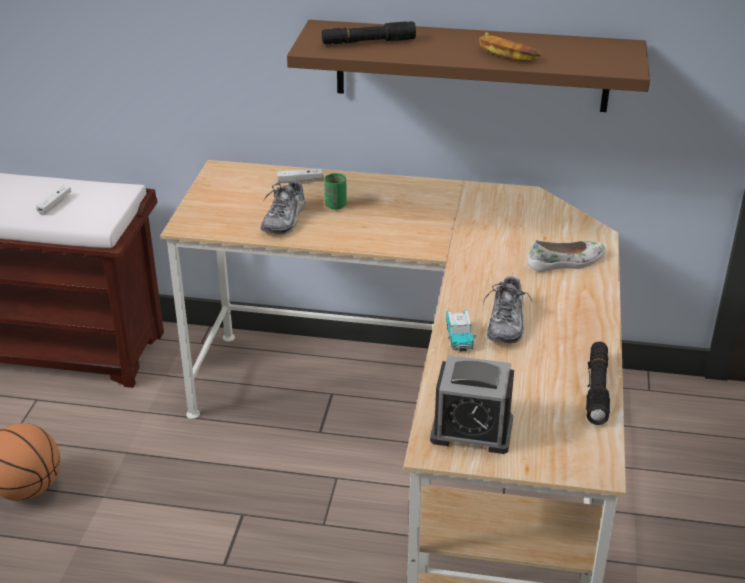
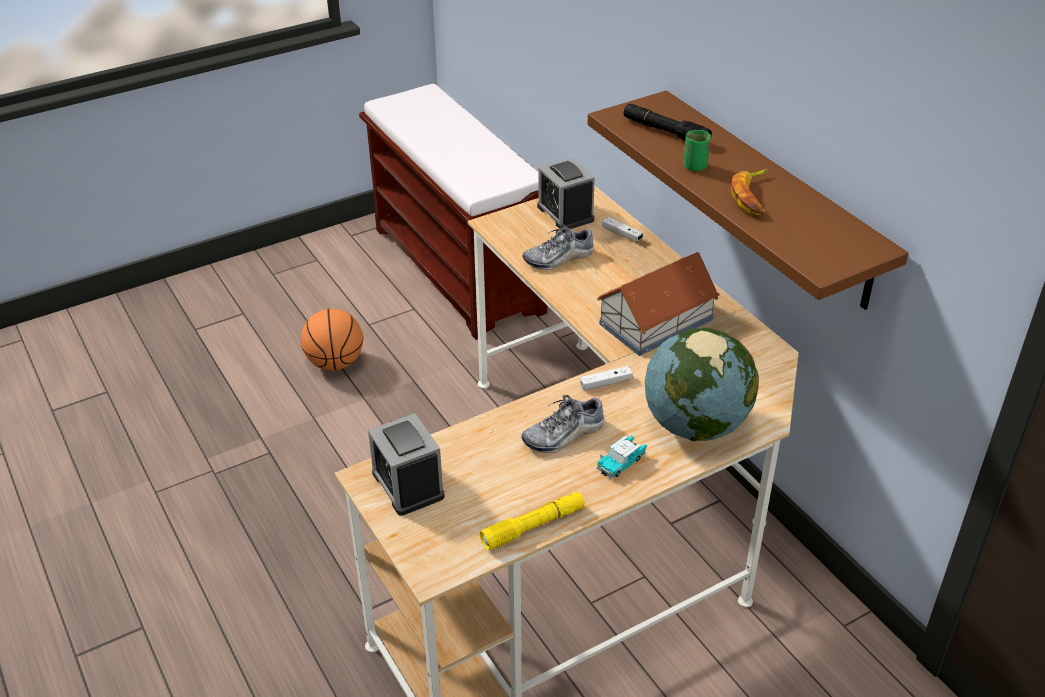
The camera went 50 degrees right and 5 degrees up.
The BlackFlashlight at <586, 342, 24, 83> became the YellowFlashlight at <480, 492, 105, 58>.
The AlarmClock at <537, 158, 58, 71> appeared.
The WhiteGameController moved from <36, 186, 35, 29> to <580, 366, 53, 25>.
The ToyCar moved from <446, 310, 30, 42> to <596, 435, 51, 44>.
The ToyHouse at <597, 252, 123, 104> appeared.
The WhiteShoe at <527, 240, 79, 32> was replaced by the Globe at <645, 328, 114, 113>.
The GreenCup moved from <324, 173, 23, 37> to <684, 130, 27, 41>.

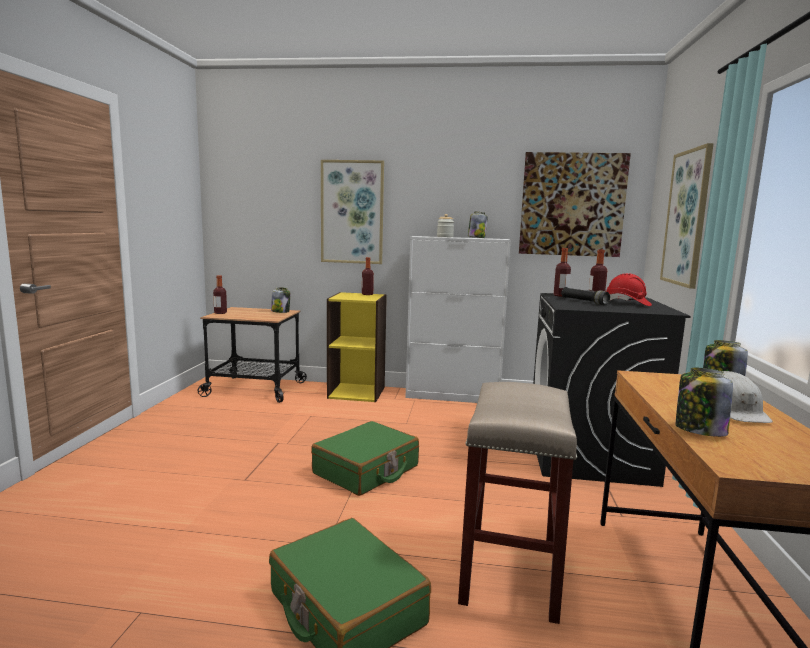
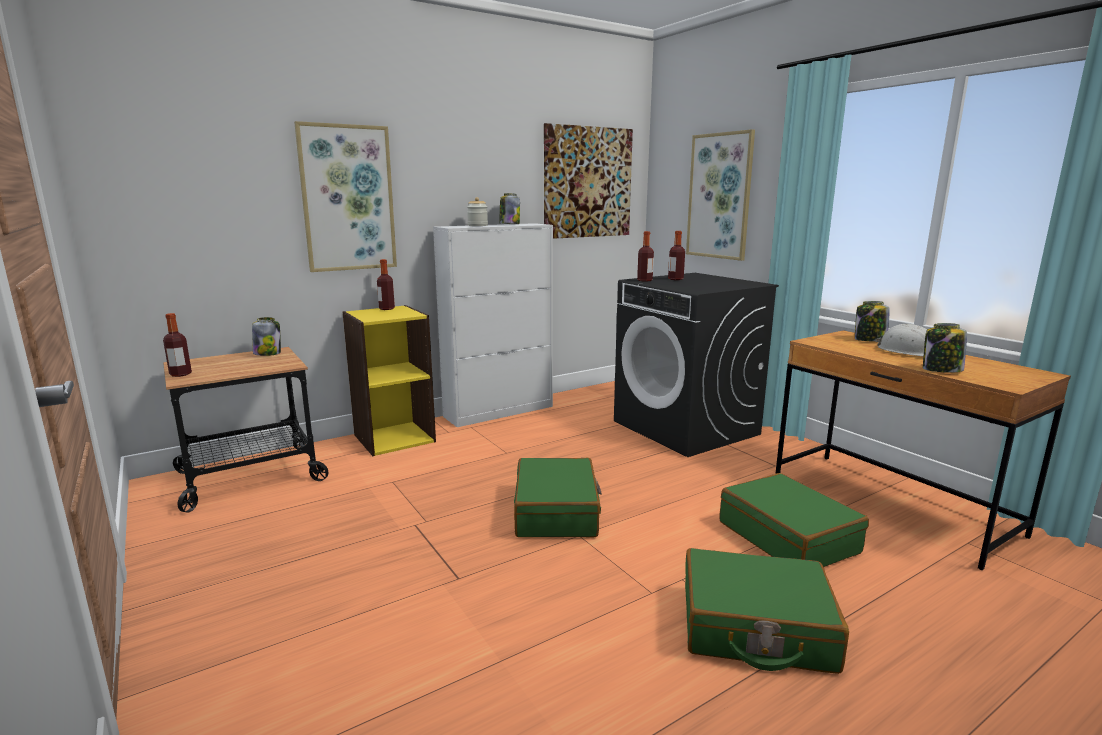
The camera went 40 degrees left and 5 degrees up.
The BeigeStool at <458, 382, 119, 242> was replaced by the GreenSuitcase at <720, 473, 149, 94>.
The BlackFlashlight at <561, 287, 49, 18> disappeared.
The RedHardHat at <606, 273, 46, 33> disappeared.

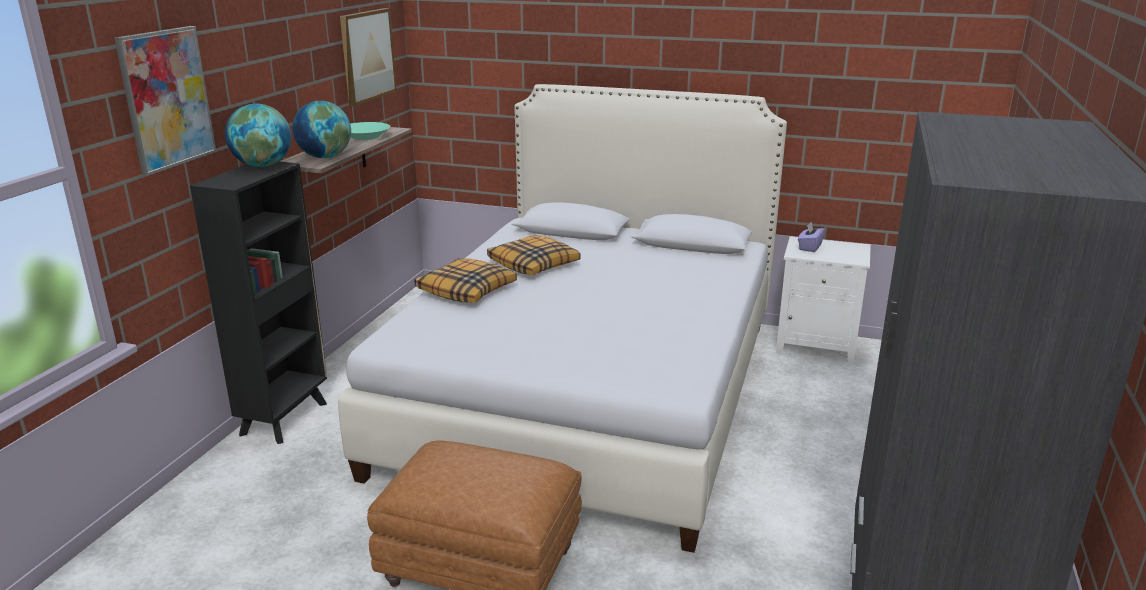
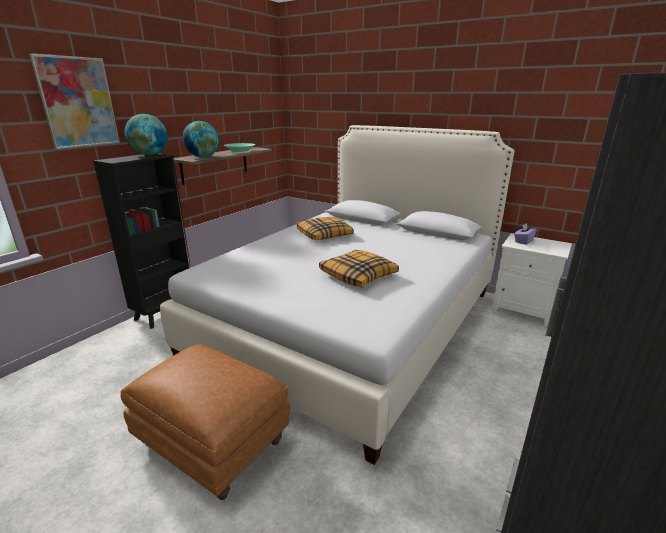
The camera went 15 degrees right and 0 degrees up.
The Pillow moved from <414, 258, 103, 45> to <319, 250, 80, 37>.
The Picture at <340, 8, 57, 98> disappeared.

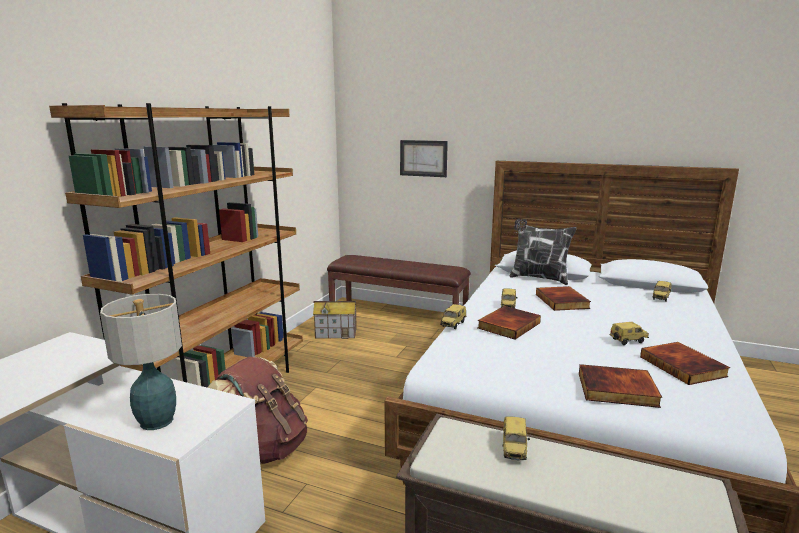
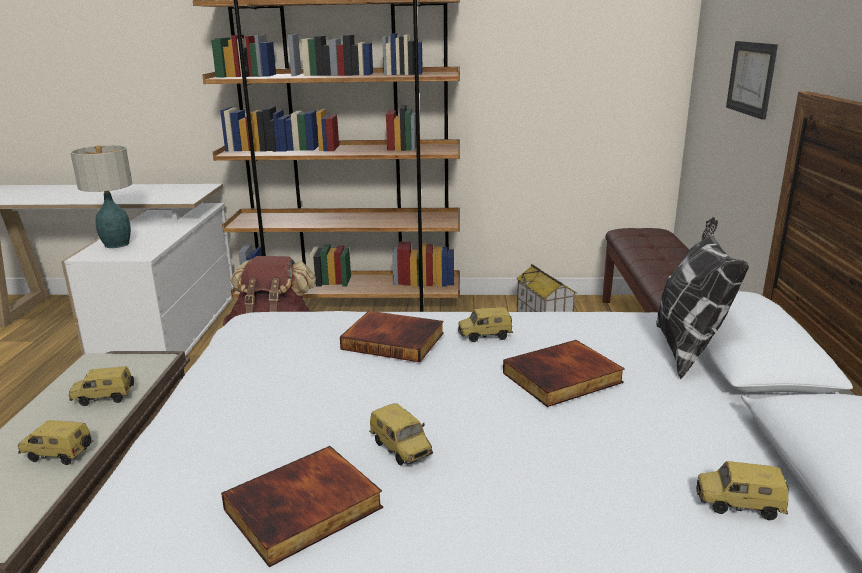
The camera went 70 degrees right and 5 degrees up.
The ToyCar moved from <440, 304, 27, 25> to <18, 420, 75, 45>.
The Book at <579, 364, 83, 44> disappeared.

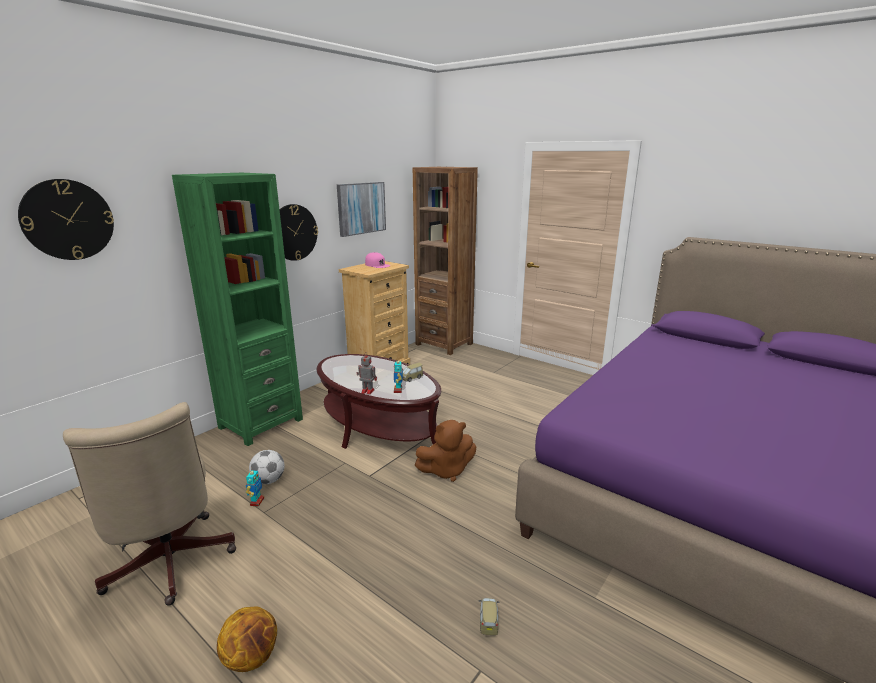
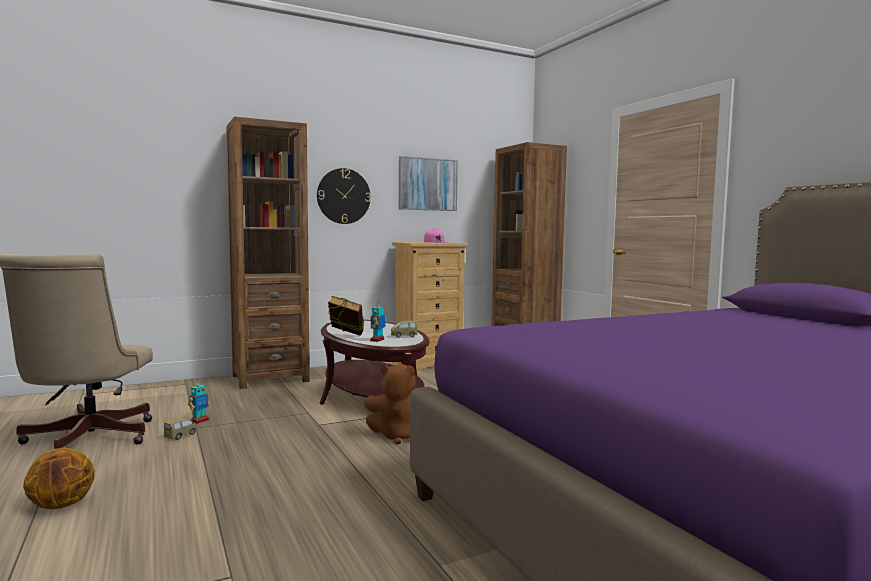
The camera went 25 degrees right and 15 degrees down.
The ToyCar moved from <479, 598, 21, 37> to <164, 417, 33, 23>.
The GreenBookcase at <172, 173, 131, 273> became the BrownBookcase at <226, 116, 84, 273>.
The ToyRobot at <357, 355, 20, 40> was replaced by the Book at <328, 296, 36, 40>.
The WallClock at <18, 179, 96, 81> disappeared.
The Football at <249, 450, 36, 34> disappeared.

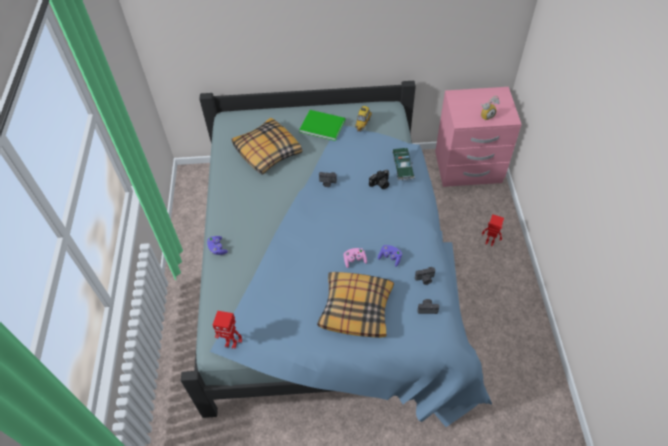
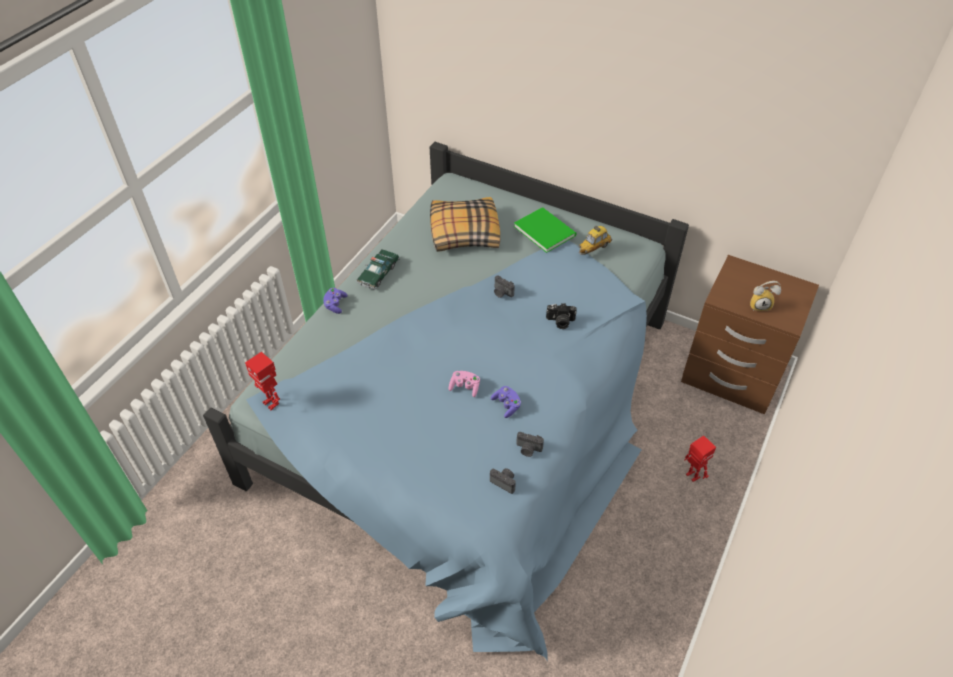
The camera went 30 degrees right and 5 degrees down.
The ToyCar moved from <392, 148, 23, 32> to <357, 249, 43, 41>.
The PinkNightstand at <435, 87, 87, 100> became the BrownNightstand at <681, 255, 138, 159>.
The Pillow at <317, 272, 77, 66> disappeared.

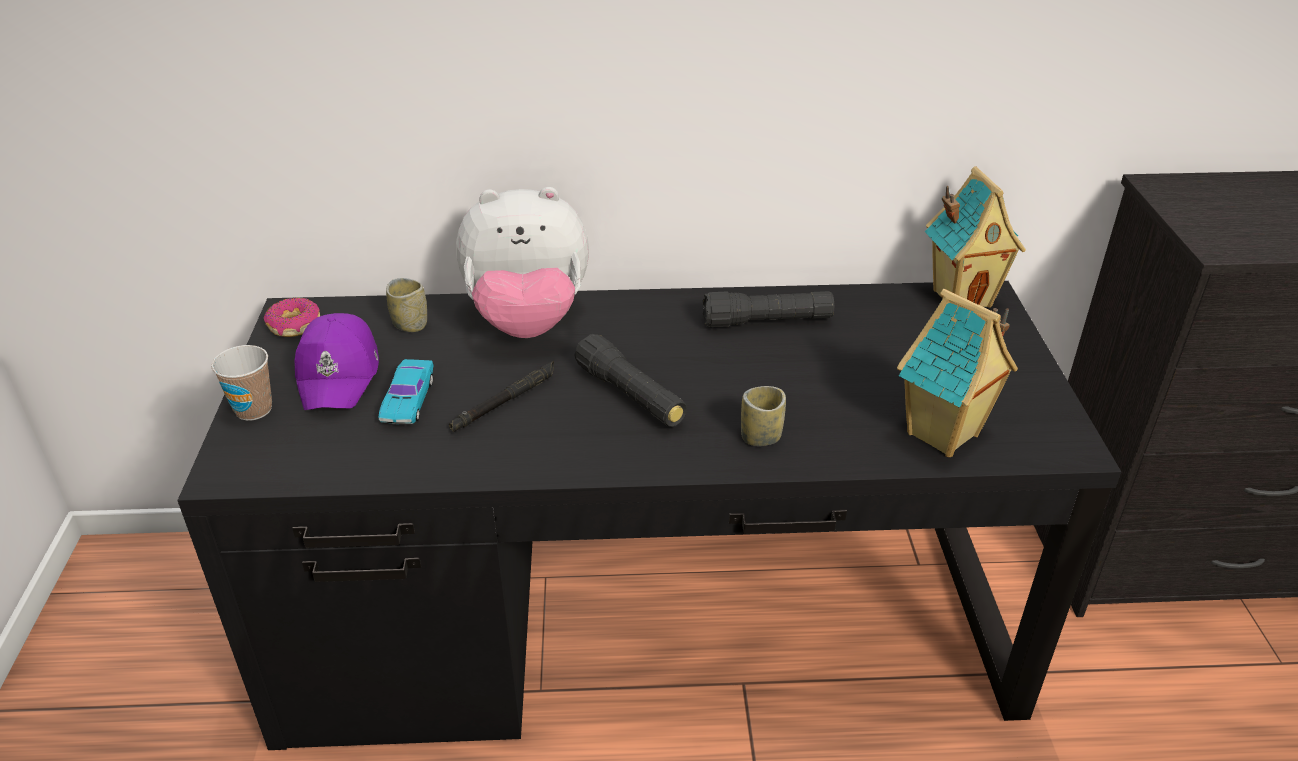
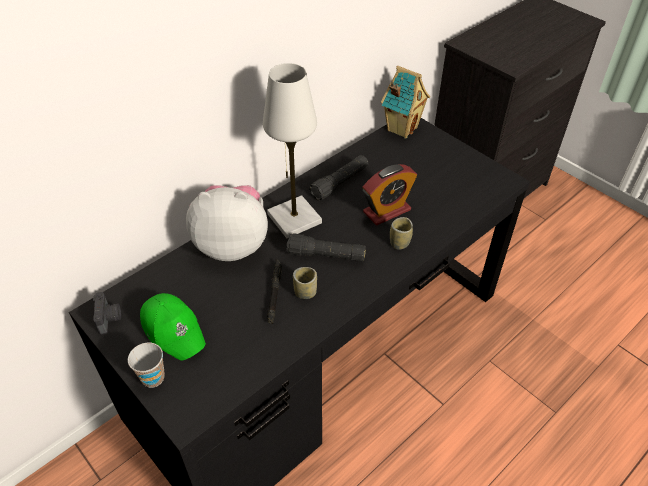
The camera went 40 degrees left and 10 degrees up.
The Donut at <264, 298, 56, 39> was replaced by the PhotoCamera at <93, 292, 28, 43>.
The PurpleCap at <294, 313, 85, 97> became the GreenCap at <140, 293, 66, 68>.
The PlushToy at <456, 187, 133, 151> turned 135 degrees counterclockwise.
The WhiteTableLamp at <263, 63, 59, 175> appeared.
The Cup moved from <386, 278, 41, 54> to <293, 267, 24, 32>.
The AlarmClock at <363, 164, 54, 61> appeared.
The TurquoiseToyCar at <378, 359, 56, 65> disappeared.
The ToyHouse at <897, 289, 121, 168> disappeared.

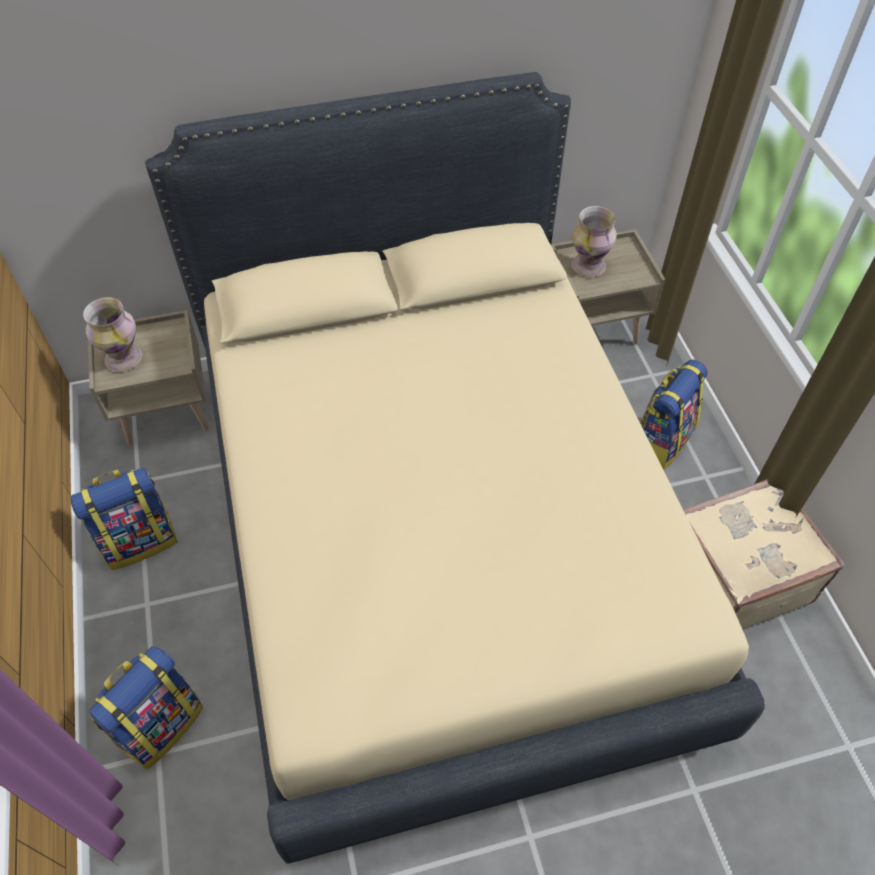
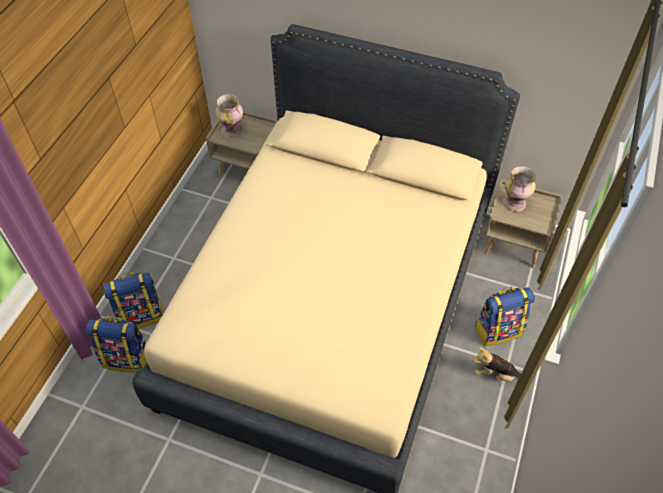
The camera went 35 degrees right and 0 degrees up.
The Backpack moved from <71, 467, 106, 103> to <86, 316, 61, 57>.
The PlushToy at <473, 347, 48, 34> appeared.
The BeigeSuitcase at <683, 479, 162, 151> disappeared.

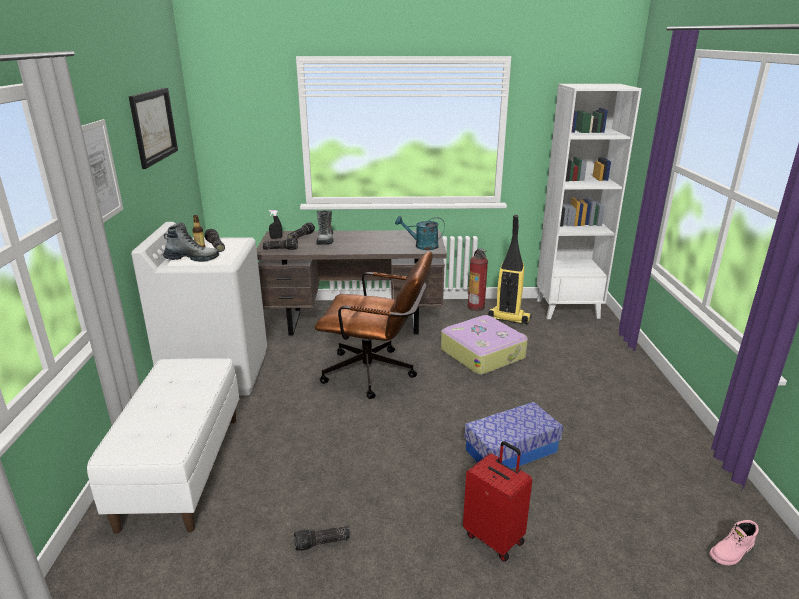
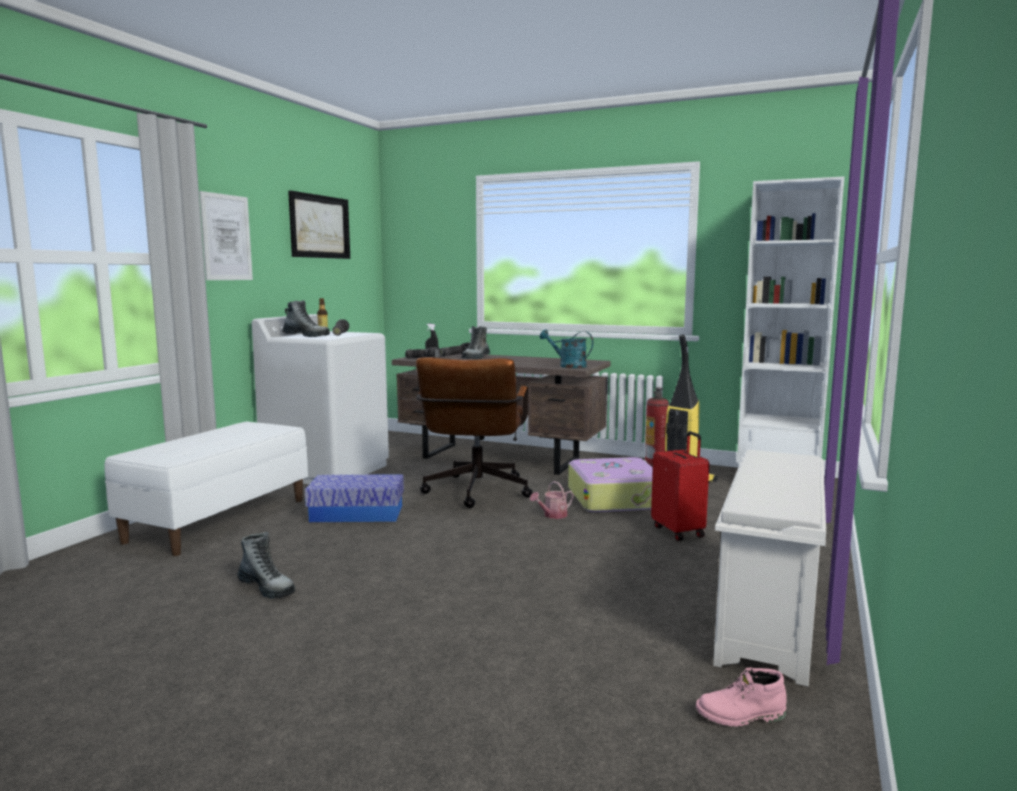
The camera went 25 degrees right and 15 degrees down.
The Flashlight at <294, 526, 56, 25> was replaced by the Boot at <237, 532, 58, 67>.
The StorageBox moved from <464, 402, 99, 67> to <305, 474, 99, 48>.
The BrownOfficeChair at <315, 251, 118, 148> turned 60 degrees clockwise.
The WateringCan at <530, 481, 44, 38> appeared.
The RedSuitcase moved from <463, 441, 69, 121> to <651, 431, 58, 110>.
The WhiteShoeRack at <713, 450, 113, 236> appeared.

